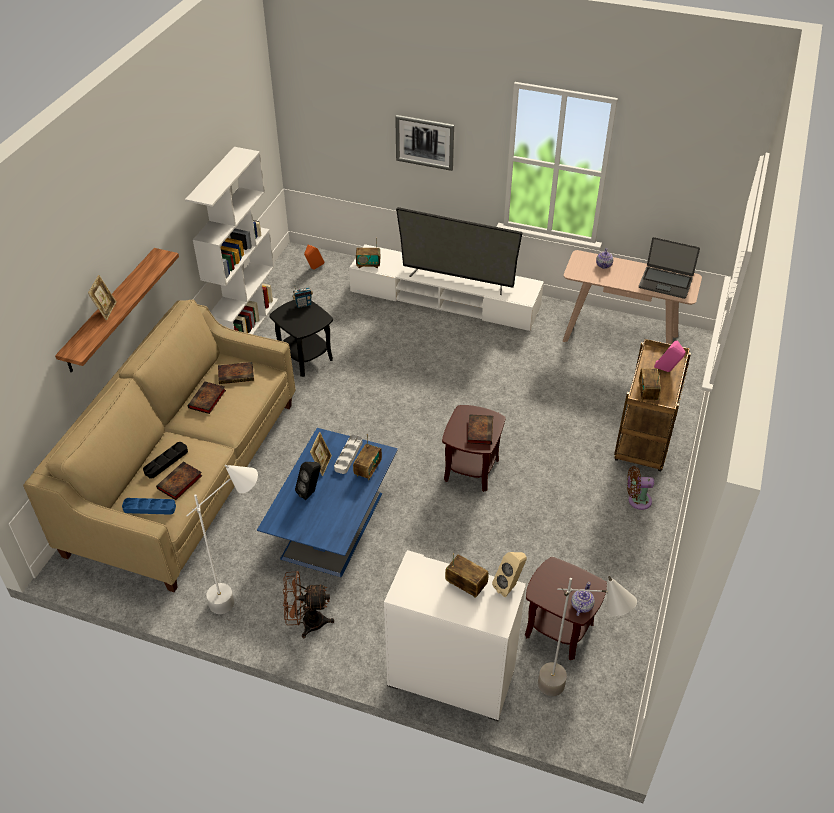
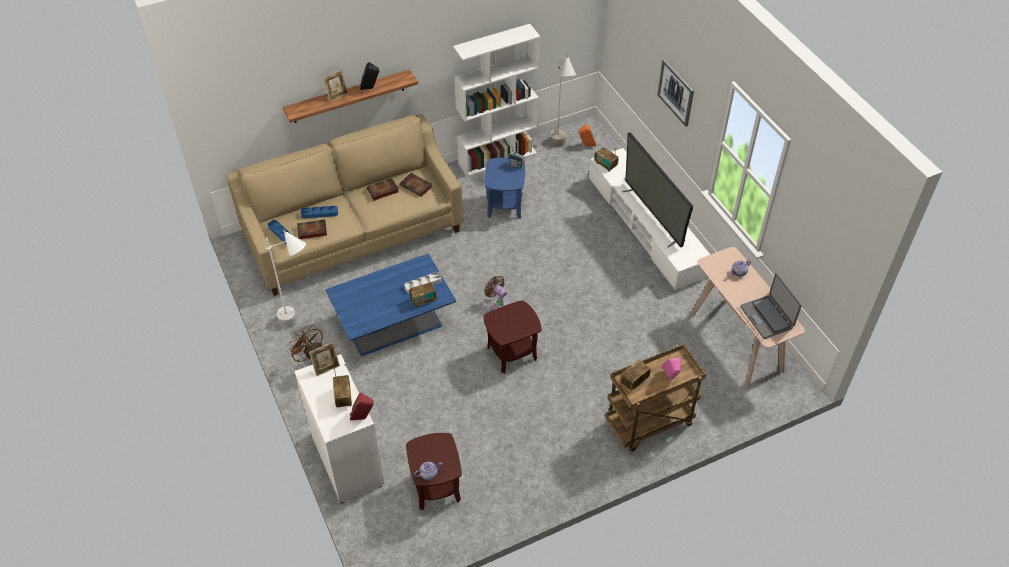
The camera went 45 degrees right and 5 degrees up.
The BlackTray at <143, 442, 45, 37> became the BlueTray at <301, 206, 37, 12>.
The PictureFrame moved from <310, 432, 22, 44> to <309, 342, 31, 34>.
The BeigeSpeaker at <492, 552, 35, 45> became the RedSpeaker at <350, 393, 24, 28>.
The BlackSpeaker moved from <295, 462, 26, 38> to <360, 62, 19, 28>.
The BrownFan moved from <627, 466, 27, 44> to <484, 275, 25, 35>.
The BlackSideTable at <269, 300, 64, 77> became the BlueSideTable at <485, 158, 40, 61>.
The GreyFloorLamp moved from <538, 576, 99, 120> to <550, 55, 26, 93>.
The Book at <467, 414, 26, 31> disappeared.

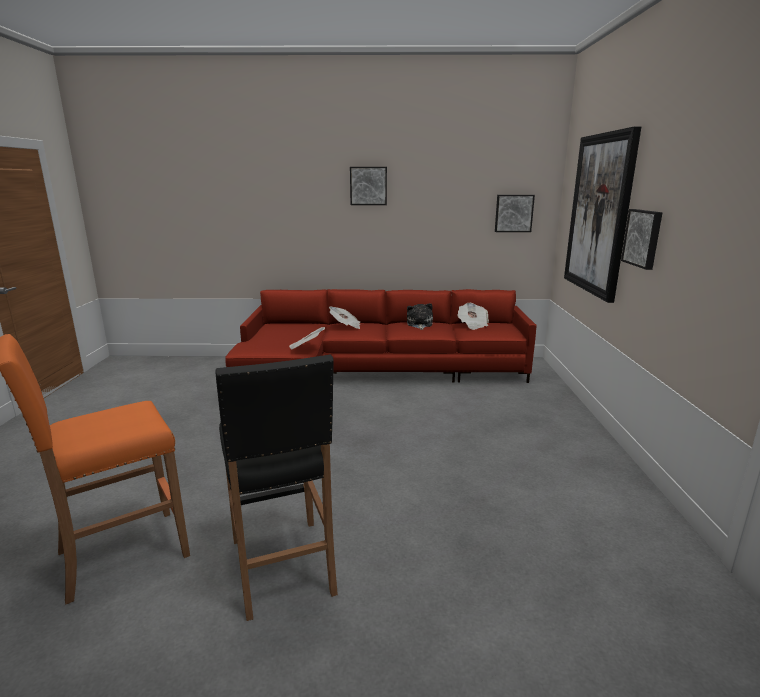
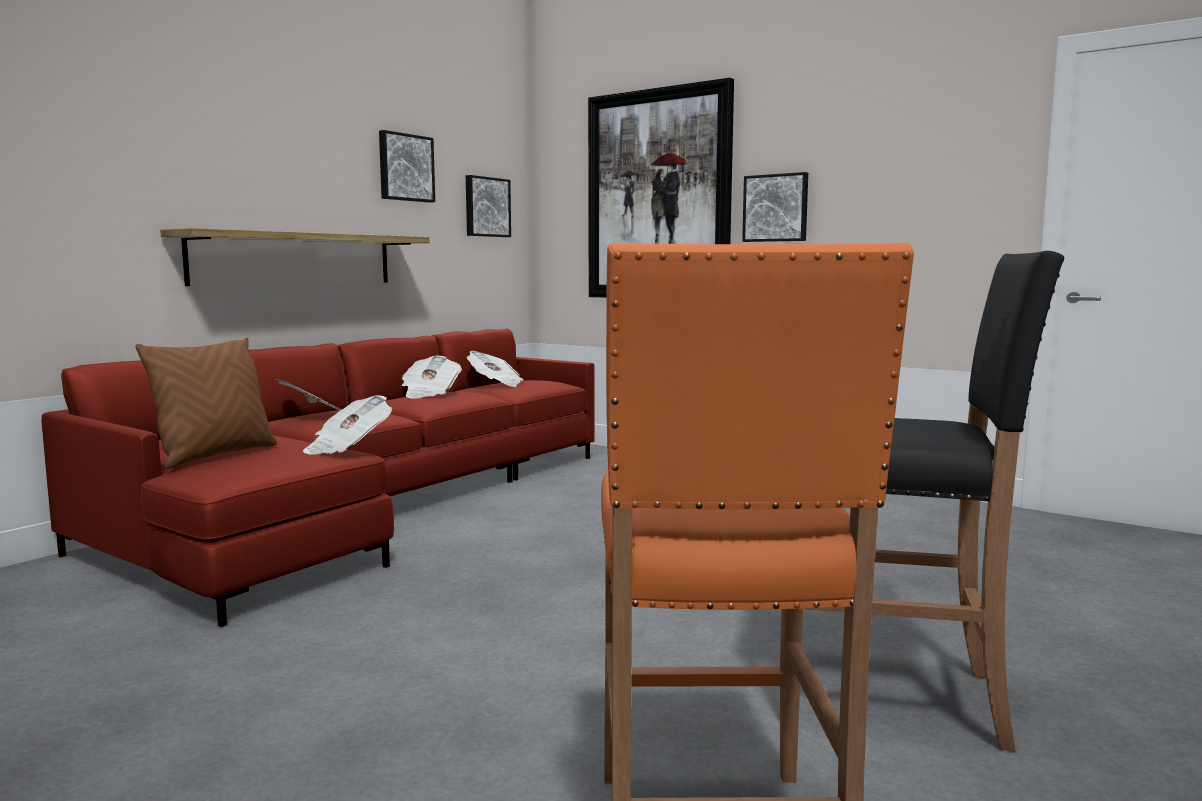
The camera went 55 degrees left and 10 degrees down.
The BrownPillow at <135, 338, 142, 131> appeared.
The Shelf at <160, 228, 270, 58> appeared.
The Picture moved from <350, 167, 37, 38> to <379, 130, 56, 73>.
The PlushToy at <407, 303, 26, 27> was replaced by the Newspaper at <402, 356, 60, 43>.

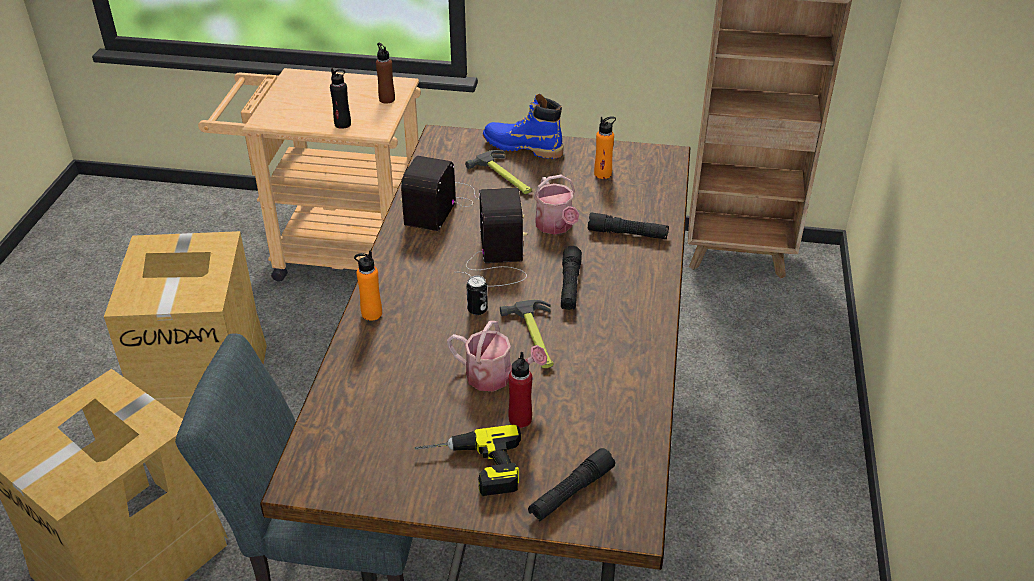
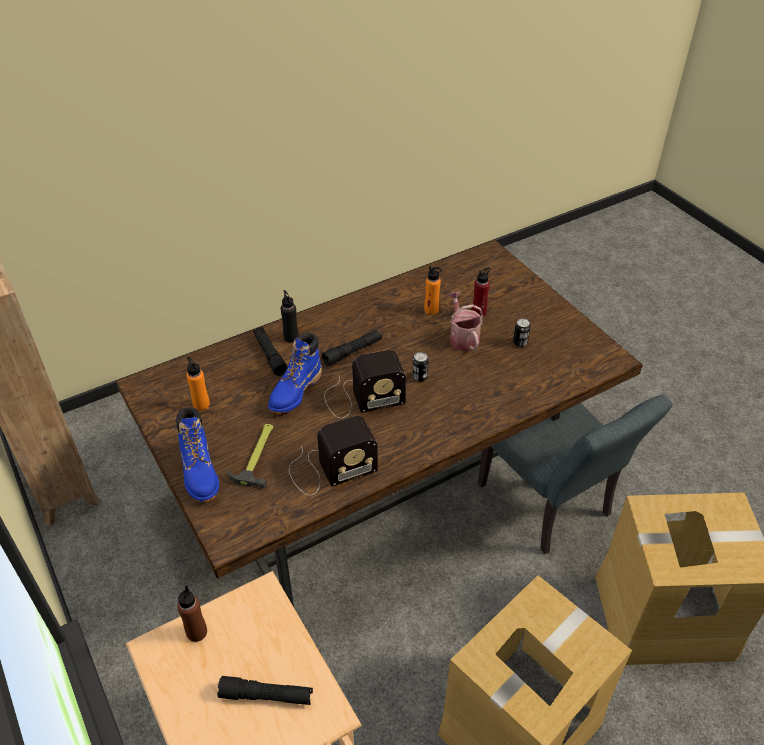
The camera went 130 degrees left and 5 degrees up.
The BlackFlashlight moved from <528, 448, 87, 74> to <217, 676, 96, 29>.
The WateringCan at <534, 175, 45, 59> was replaced by the BlueBoot at <268, 332, 54, 82>.
The BlackBottle moved from <330, 68, 21, 61> to <281, 290, 18, 53>.
The Radio at <457, 188, 71, 99> turned 150 degrees counterclockwise.
The OrangeBottle moved from <354, 250, 28, 71> to <424, 266, 18, 49>.
The Can at <513, 318, 18, 29> appeared.
The PowerDrill at <414, 424, 107, 72> disappeared.
The Hammer at <500, 300, 54, 68> disappeared.

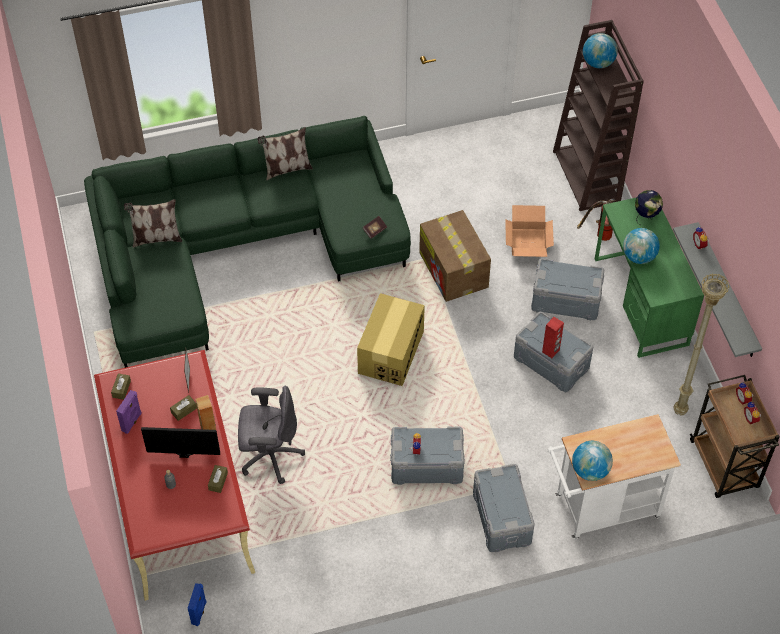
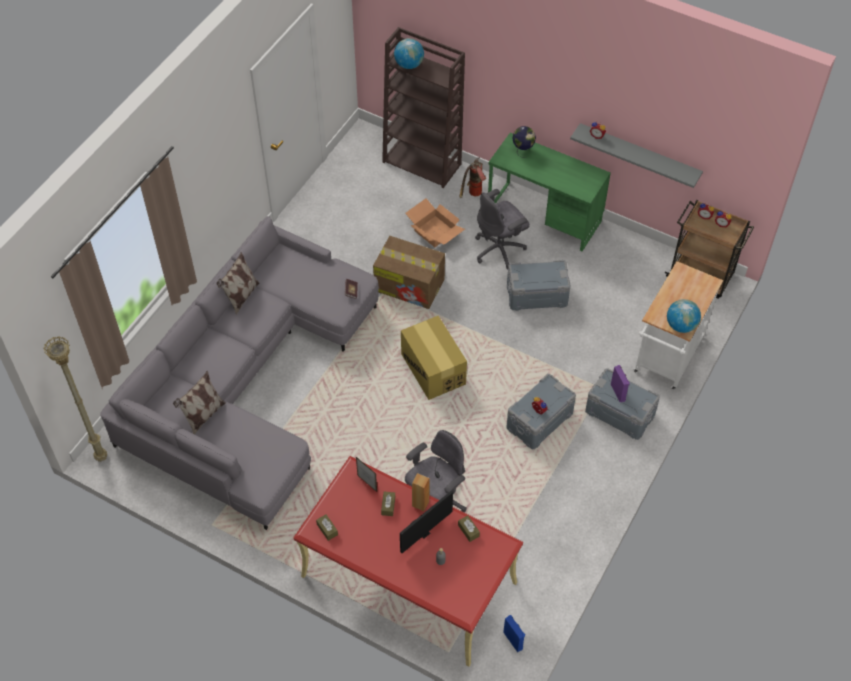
The camera went 45 degrees left and 0 degrees up.
The BeigeFloorLamp moved from <674, 273, 56, 142> to <44, 336, 63, 126>.
The GreenSofa at <84, 116, 327, 252> became the GreySofa at <100, 216, 279, 314>.
The GreyStorageBox at <531, 258, 73, 62> was replaced by the GreyOfficeChair at <475, 189, 55, 80>.
The PurpleSpeaker moved from <116, 390, 26, 44> to <611, 365, 19, 37>.
The RedSpeaker at <542, 317, 22, 41> disappeared.
The Globe at <623, 228, 37, 36> disappeared.

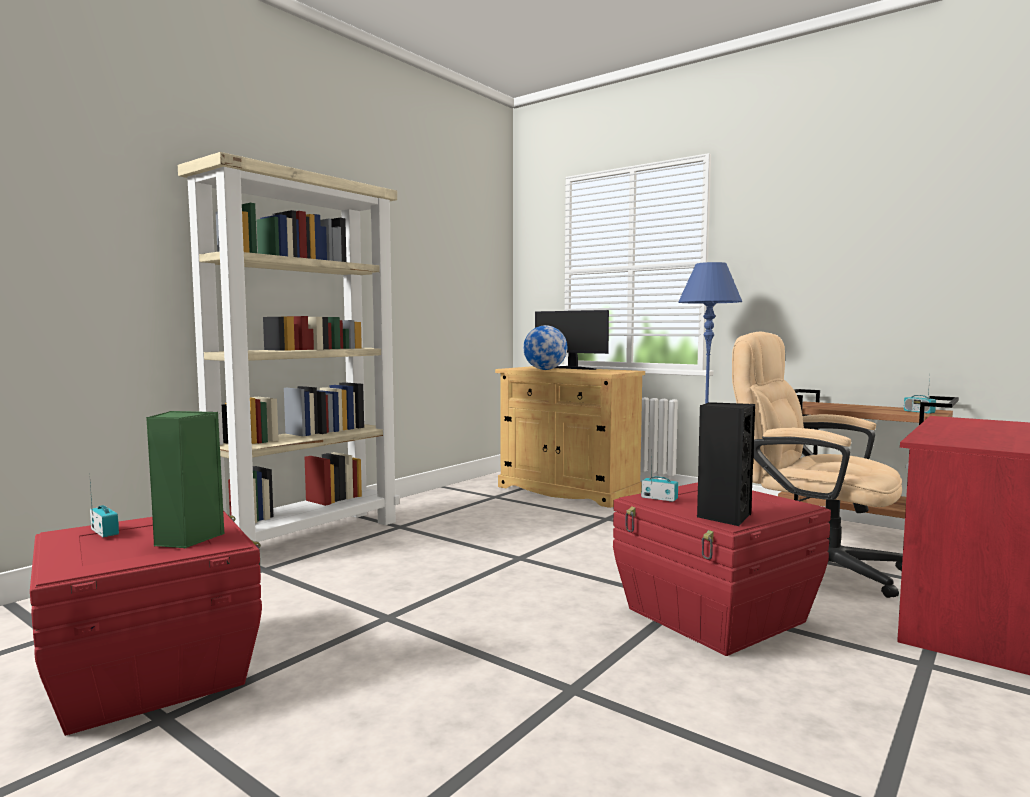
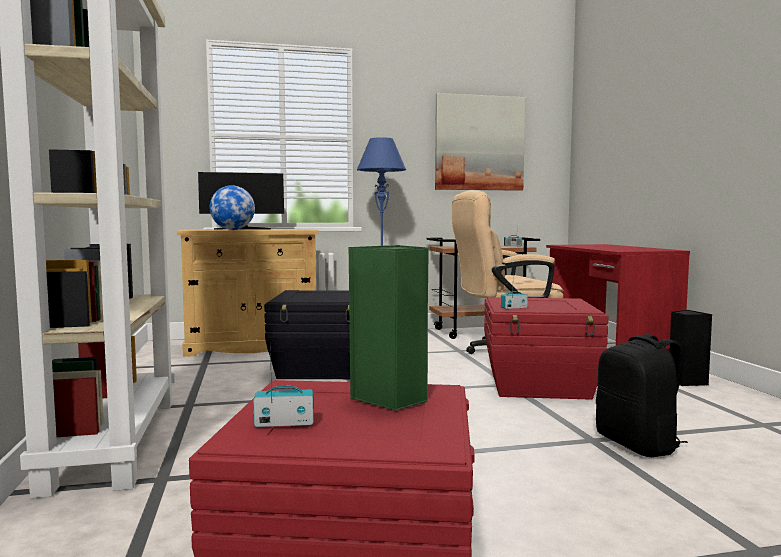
The camera went 50 degrees left and 0 degrees up.
The BlackStorageBox at <264, 290, 86, 89> appeared.
The Picture at <435, 93, 90, 98> appeared.
The BlackBackpack at <596, 334, 92, 123> appeared.
The BlackSpeaker moved from <697, 402, 58, 124> to <669, 310, 43, 76>.

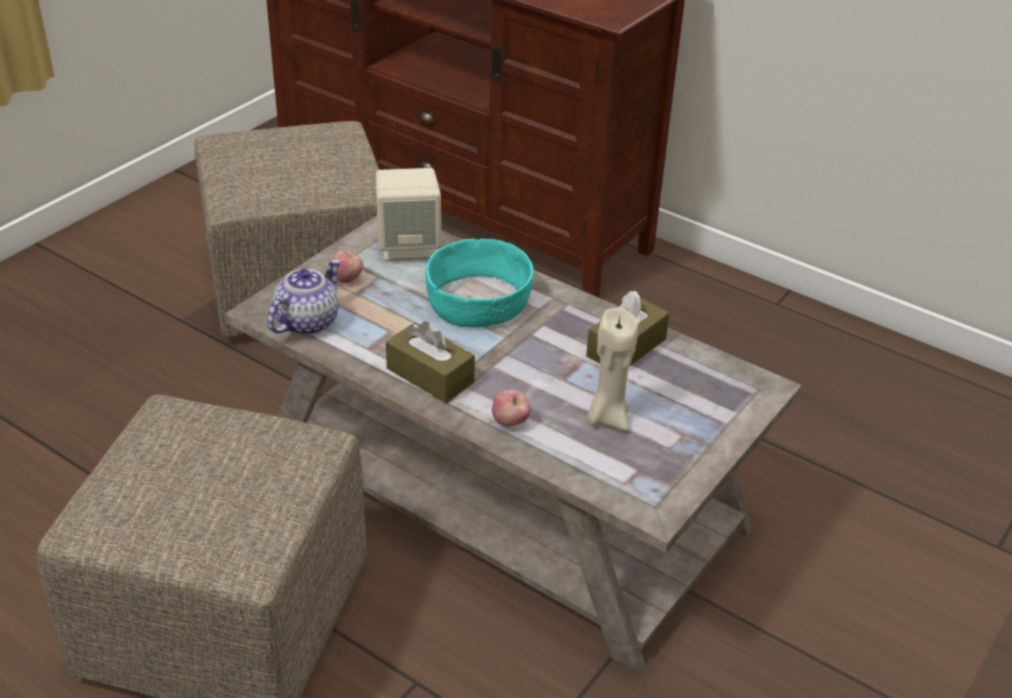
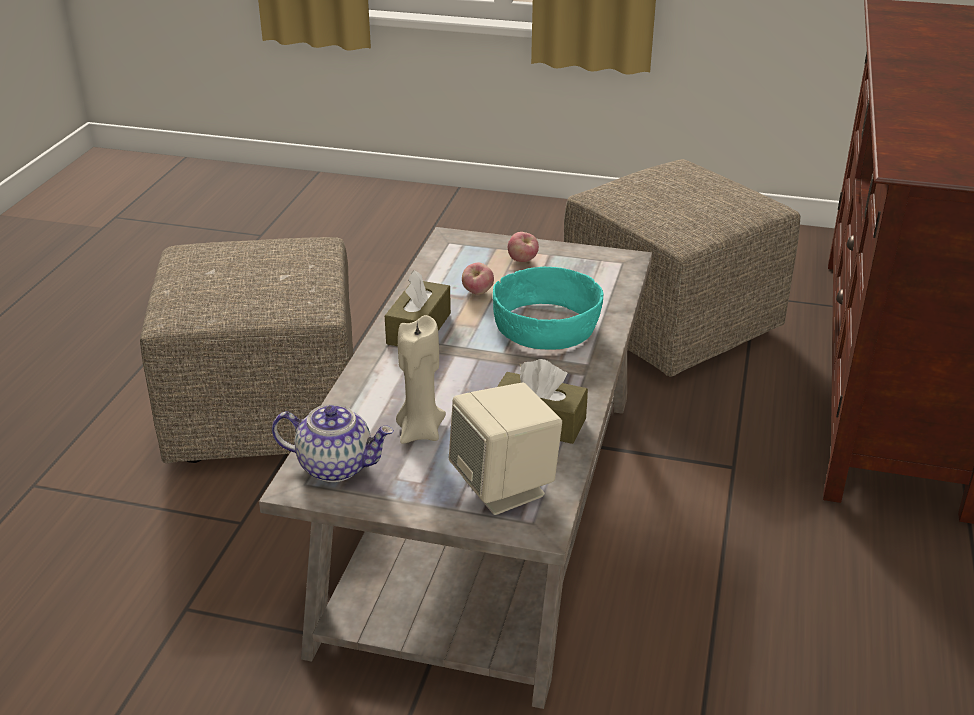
The camera went 70 degrees right and 5 degrees down.
The Teapot moved from <267, 259, 74, 76> to <272, 404, 122, 78>.
The BeigeSpeaker moved from <376, 168, 65, 93> to <449, 383, 113, 132>.
The Apple moved from <492, 390, 38, 36> to <462, 263, 32, 32>.

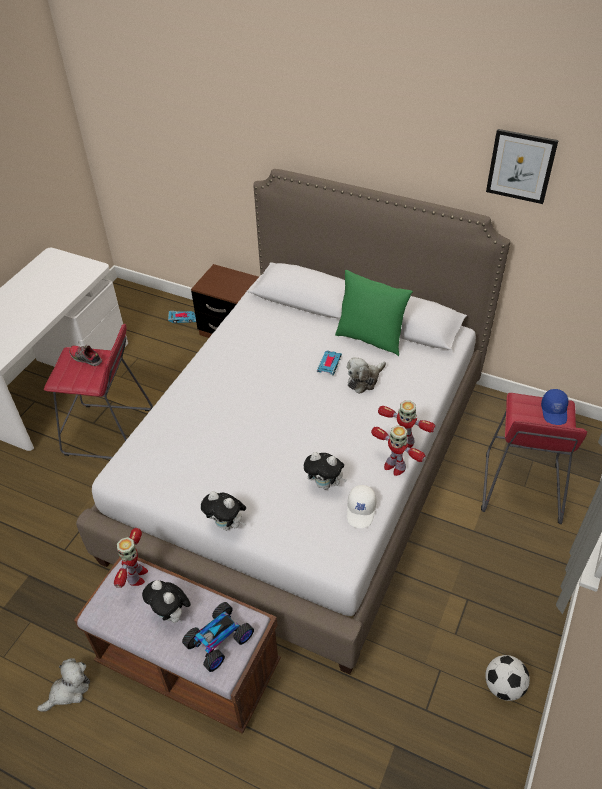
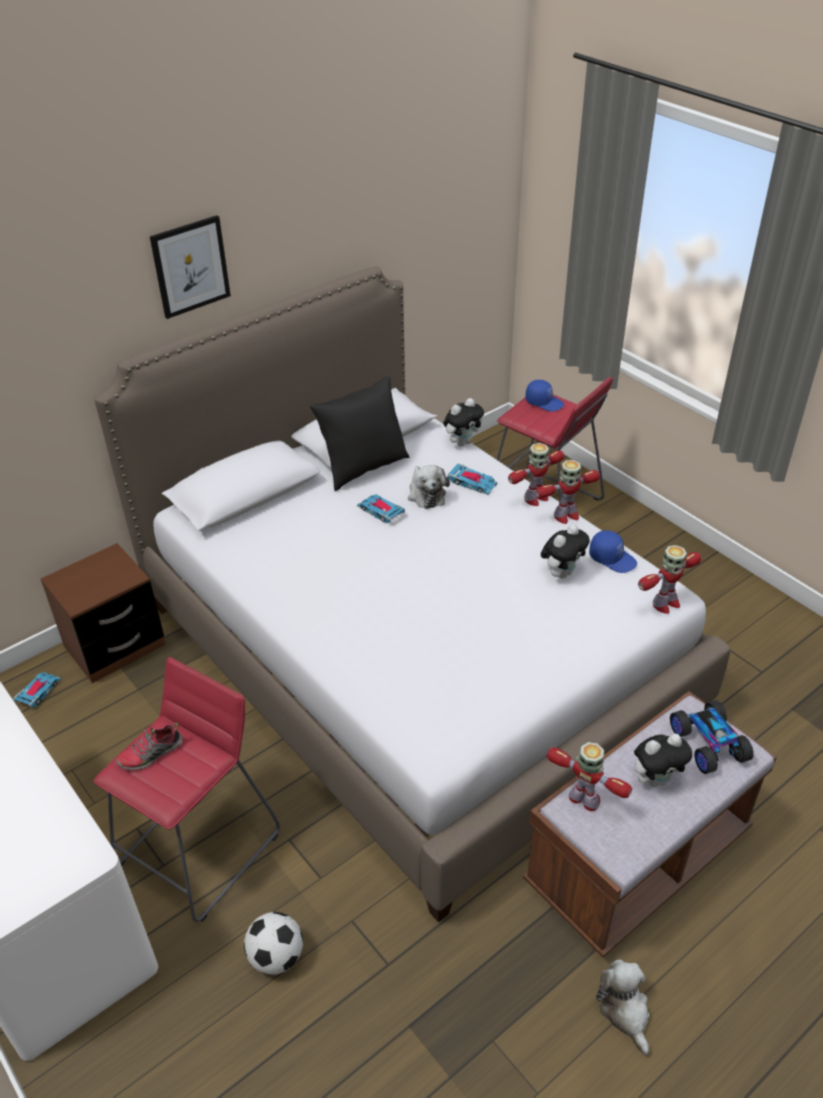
The camera went 65 degrees left and 5 degrees down.
The Picture moved from <486, 129, 73, 75> to <150, 215, 81, 104>.
The Football moved from <485, 655, 45, 46> to <244, 912, 59, 63>.
The GreenPillow at <335, 270, 78, 86> became the BlackPillow at <310, 376, 99, 115>.
The PlushToy moved from <201, 491, 45, 40> to <443, 398, 41, 48>.
The ToyCar at <448, 463, 50, 32> appeared.
The WhiteCap at <347, 485, 29, 43> became the BlueCap at <589, 530, 48, 43>.
The ToyRobot at <638, 545, 63, 69> appeared.

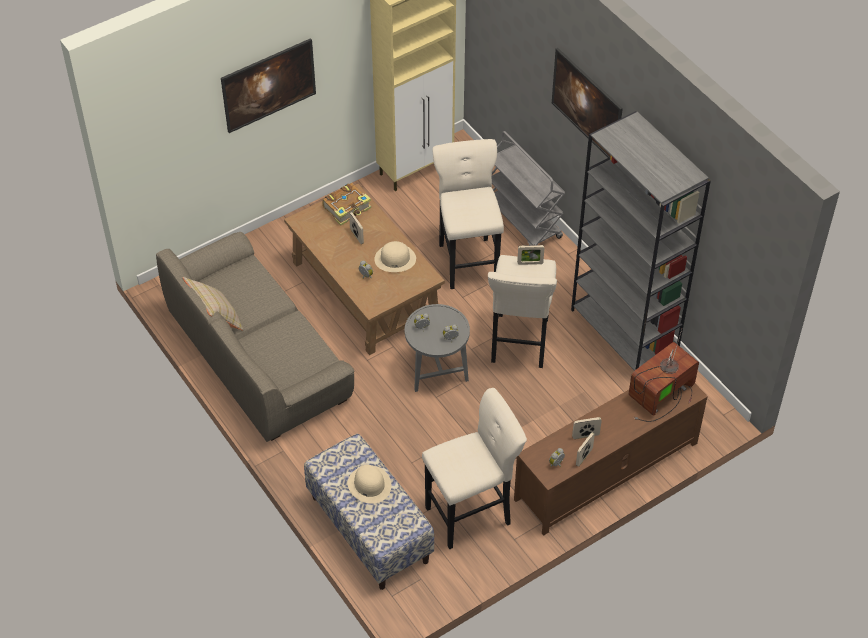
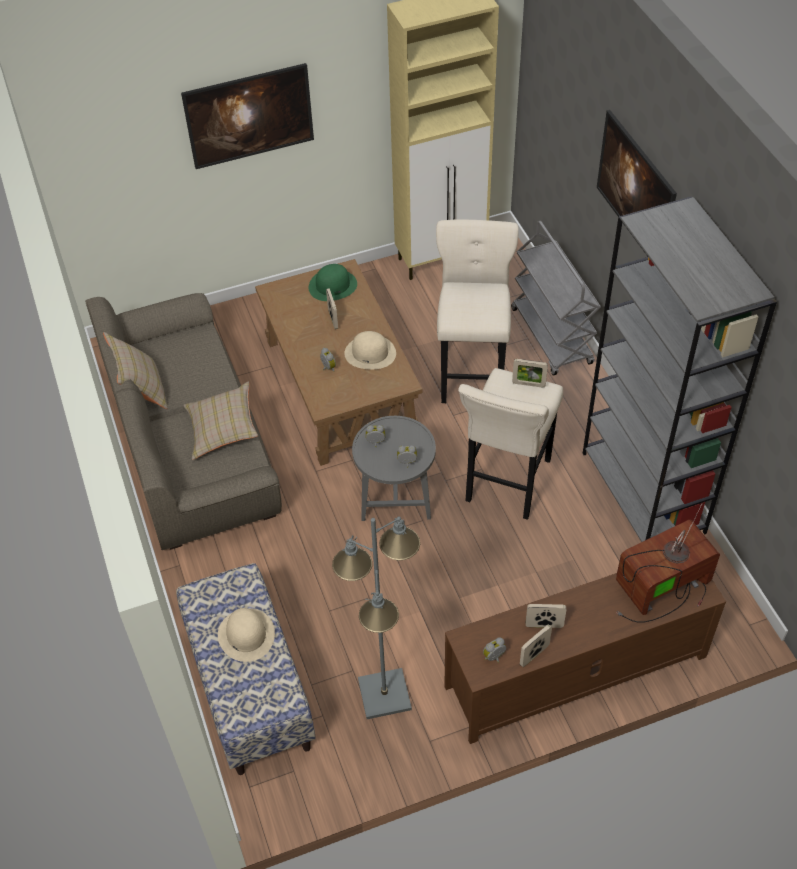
The camera went 15 degrees right and 0 degrees up.
The BeigePillow at <183, 381, 75, 79> appeared.
The Book at <322, 183, 49, 42> was replaced by the GreenHat at <309, 264, 48, 37>.
The BeigeStool at <422, 388, 105, 161> was replaced by the GreyFloorLamp at <332, 517, 88, 202>.

